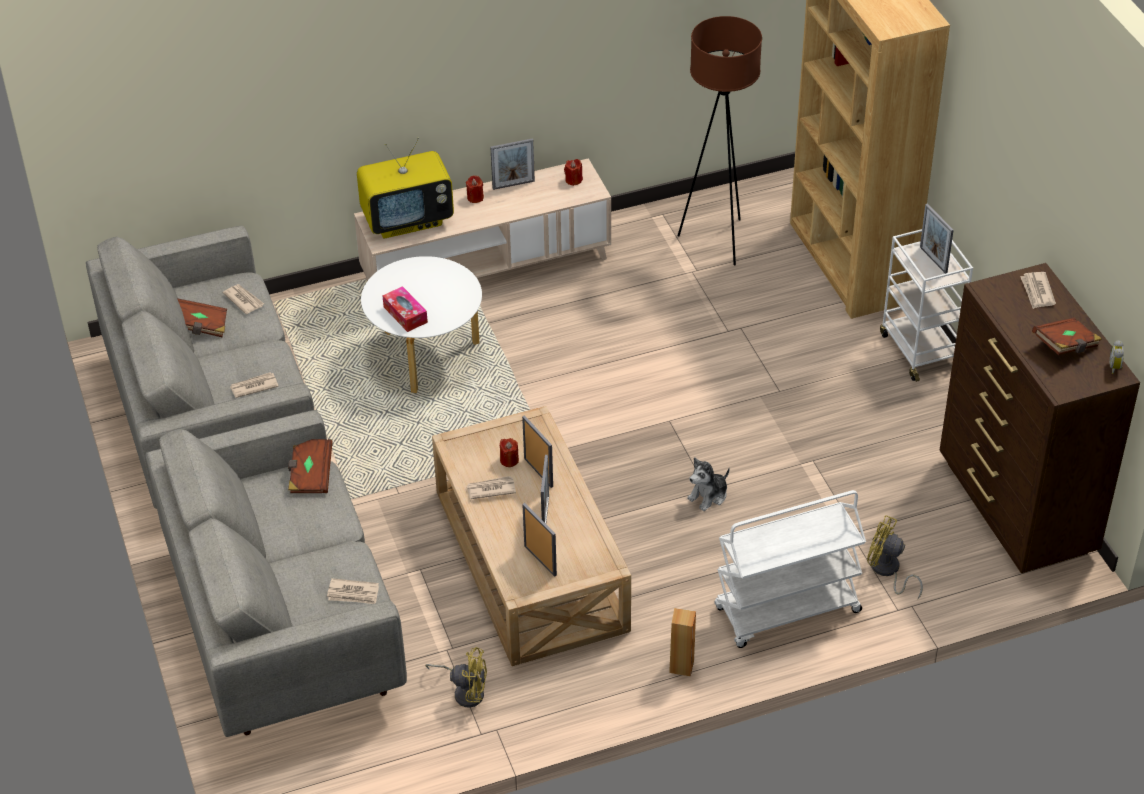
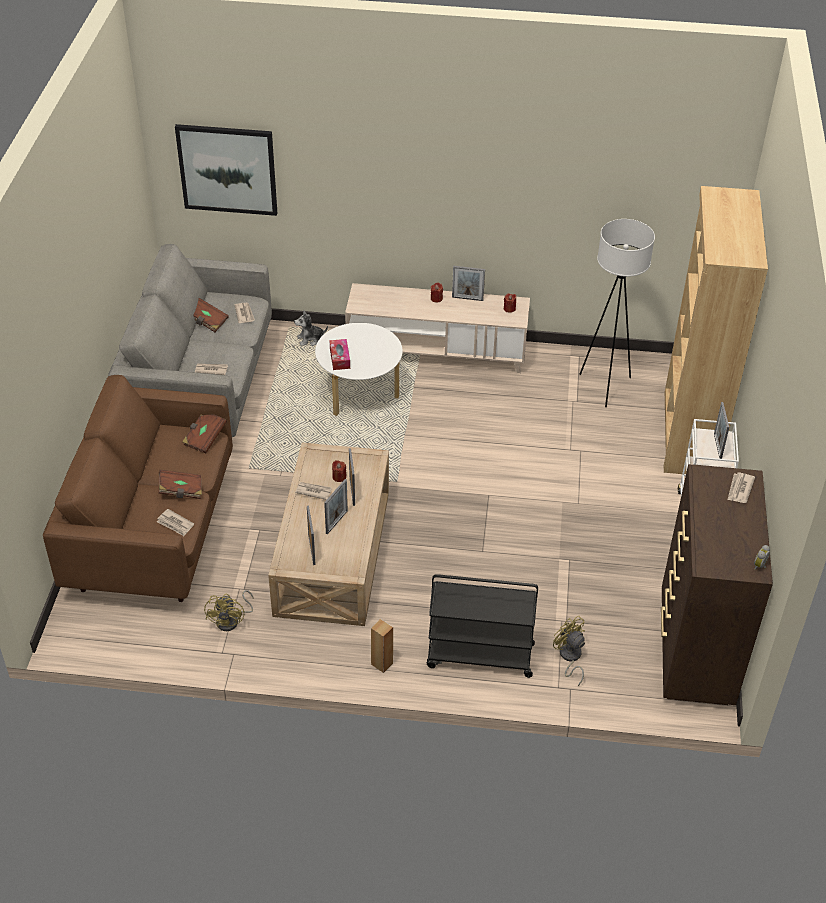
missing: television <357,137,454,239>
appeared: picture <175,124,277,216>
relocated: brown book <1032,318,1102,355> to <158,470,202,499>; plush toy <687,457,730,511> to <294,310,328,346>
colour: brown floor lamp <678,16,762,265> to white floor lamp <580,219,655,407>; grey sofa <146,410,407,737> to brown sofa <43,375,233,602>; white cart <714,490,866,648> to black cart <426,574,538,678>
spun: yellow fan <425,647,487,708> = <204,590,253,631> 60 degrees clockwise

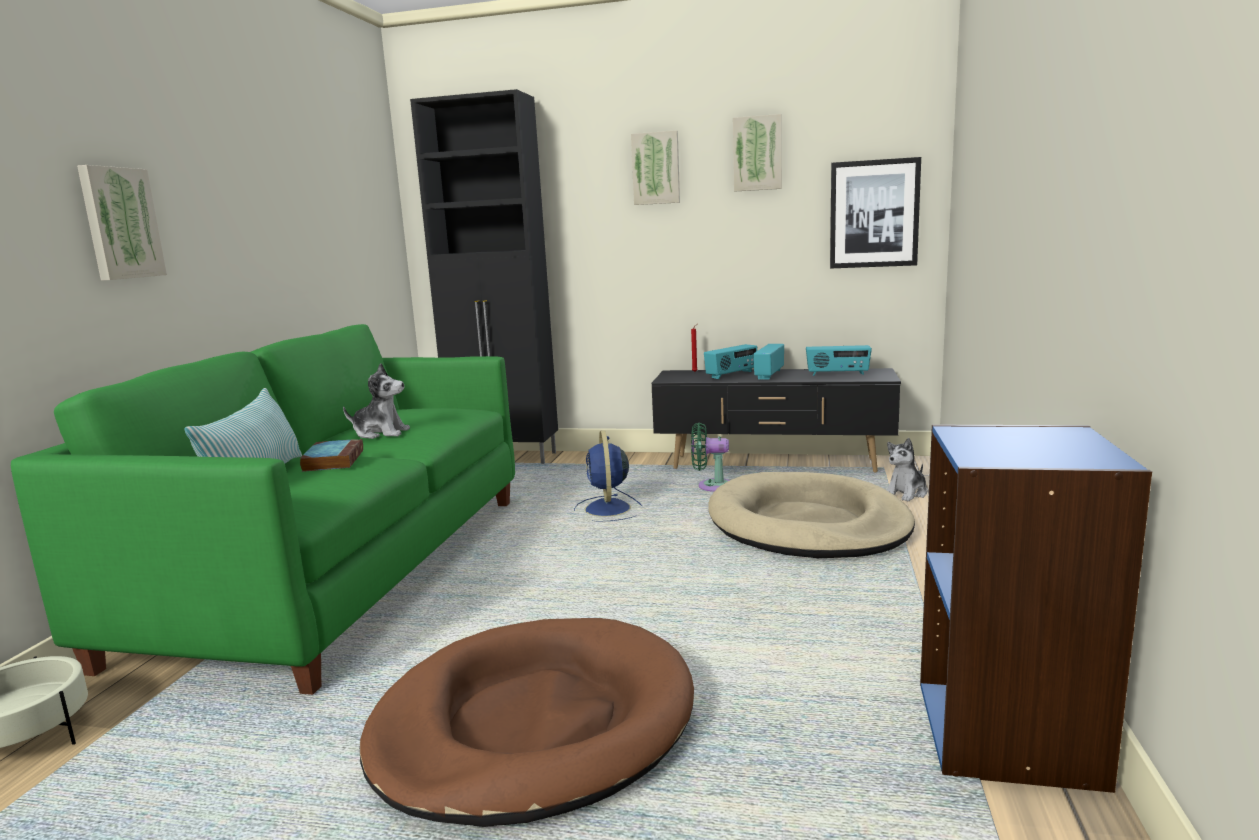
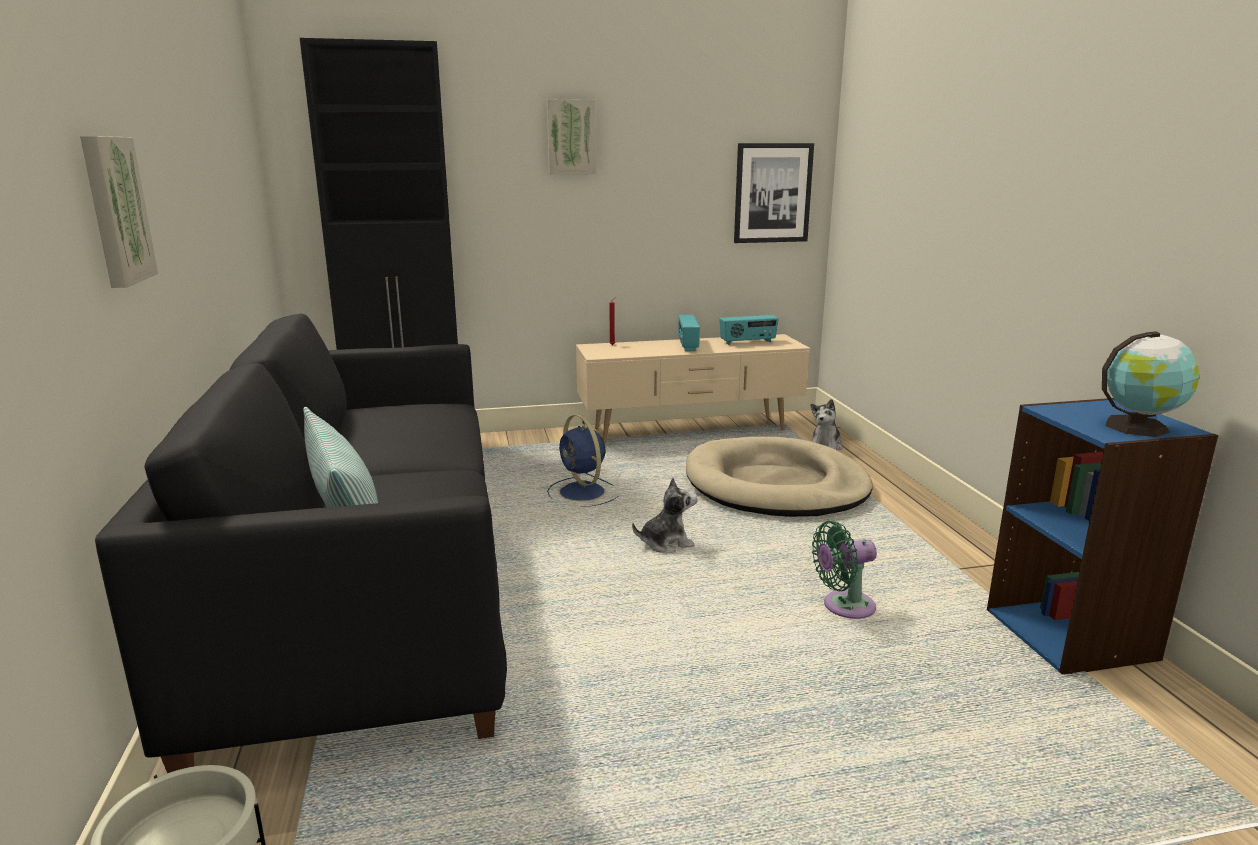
missing: picture <733,114,782,192>; radio <704,344,757,379>; book <299,439,363,472>; brown dog bed <360,618,694,827>
appeared: globe <1102,331,1199,437>
relocated: plush toy <343,363,410,439> to <632,477,698,553>; green fan <691,423,730,492> to <812,521,877,619>
colour: green sofa <11,324,515,695> to black sofa <95,314,507,773>; black tv stand <652,368,901,472> to beige tv stand <576,334,810,443>

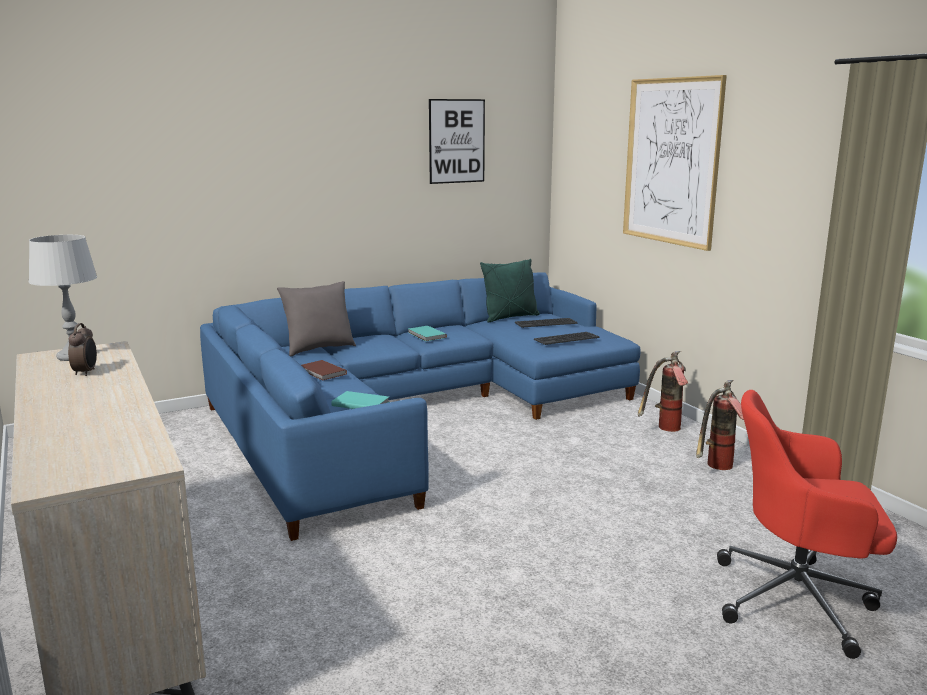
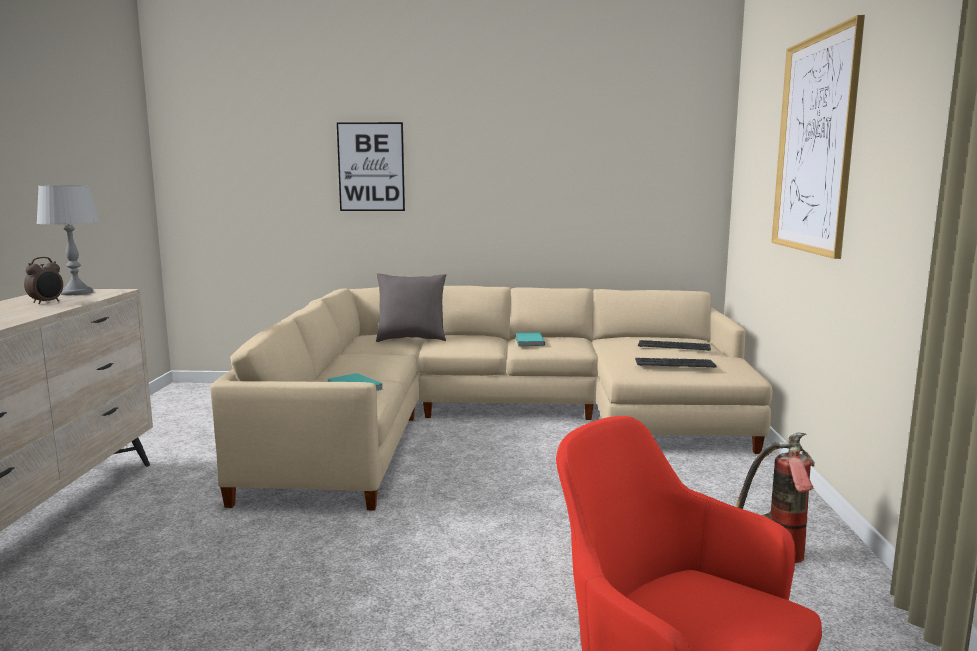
missing: green pillow <480,259,540,323>; fire extinguisher <638,351,688,432>; brown book <301,360,347,381>
relocated: picture <429,99,485,184> to <337,122,405,211>
colour: blue sofa <200,272,641,541> to beige sofa <210,286,773,510>

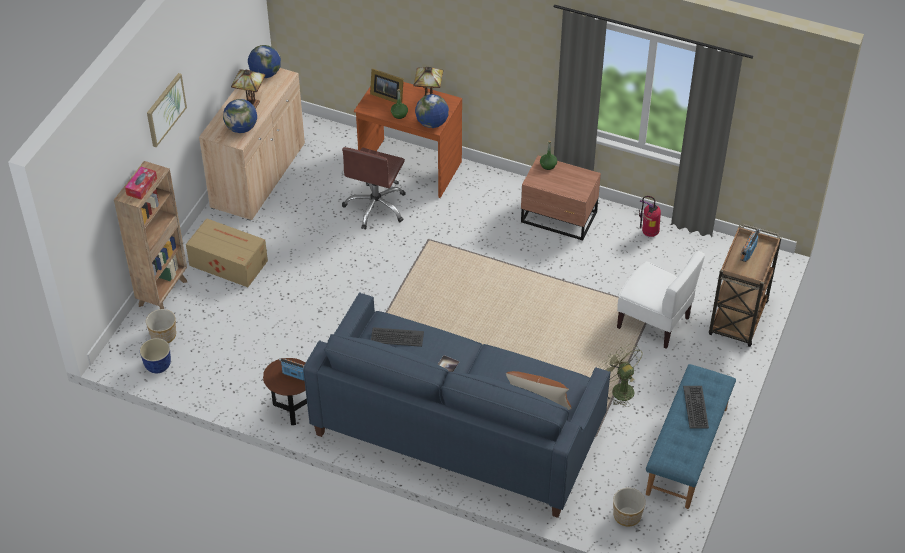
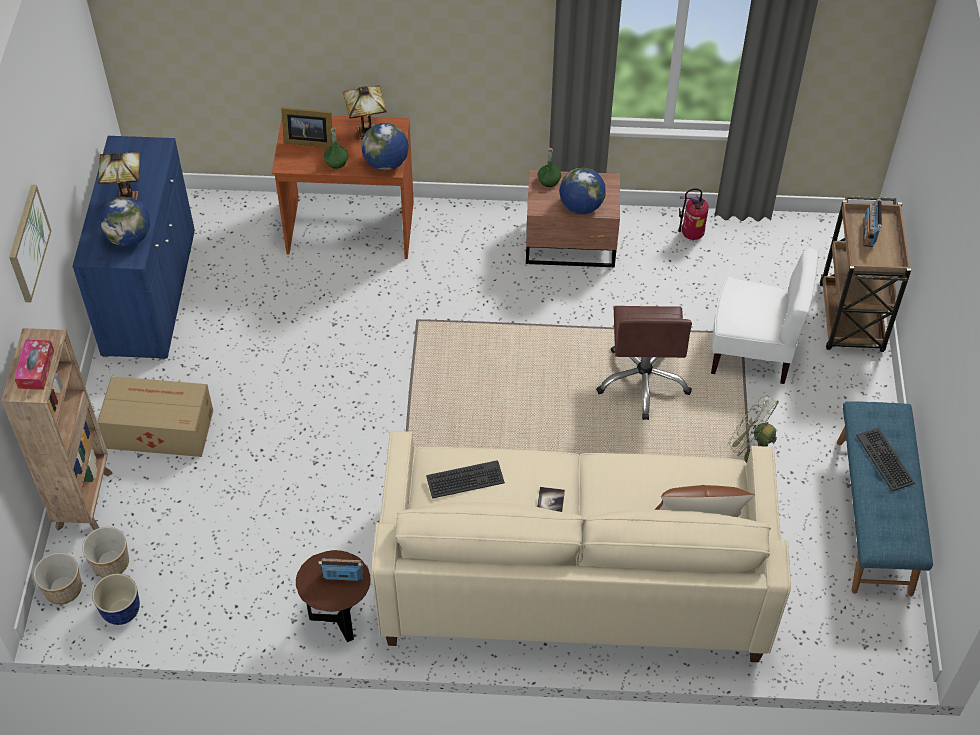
relocated: globe <248,45,281,78> to <559,168,605,214>; brown office chair <342,147,406,230> to <596,306,692,420>; planter <613,488,646,527> to <34,553,82,604>
colour: beige cabinet <199,68,305,221> to blue cabinet <72,136,195,360>; blue sofa <303,292,610,518> to beige sofa <371,430,791,662>

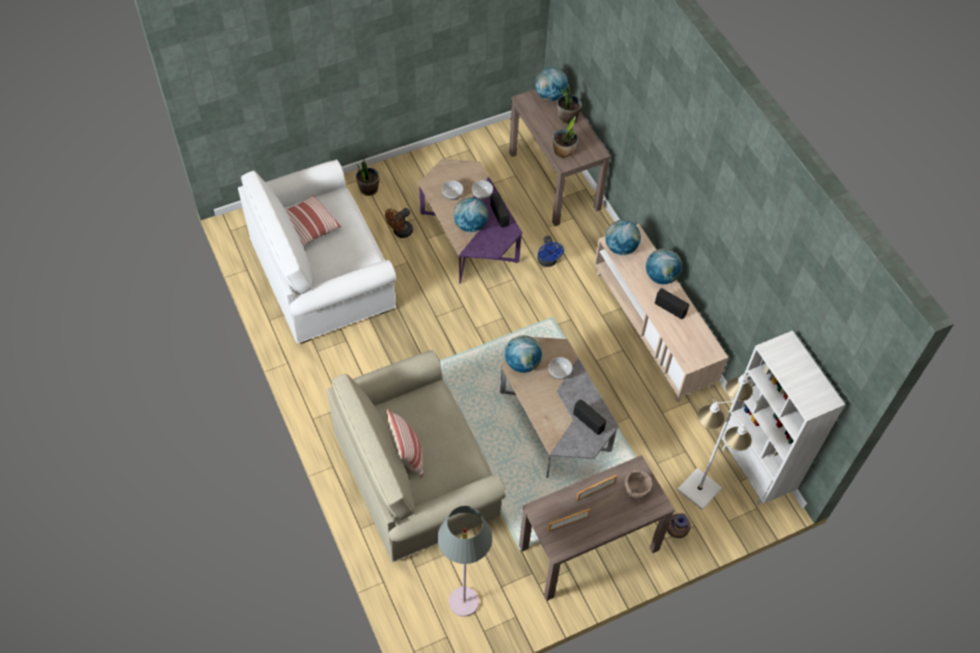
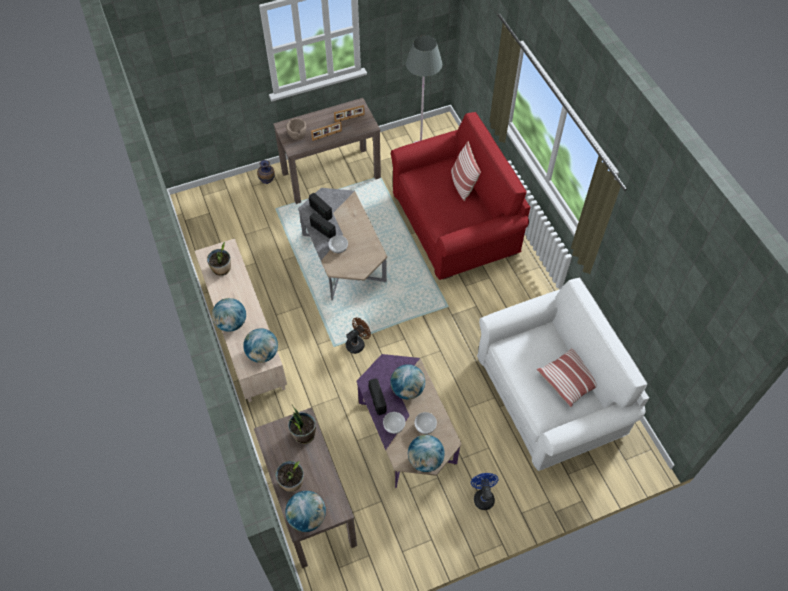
missing: white bookcase <721,330,845,505>; white floor lamp <677,373,753,510>
relocated: potted plant <356,155,379,196> to <207,242,231,276>; brown fan <385,208,413,238> to <346,317,371,354>; blue fan <537,236,564,267> to <471,473,498,510>; radio <655,288,689,319> to <310,213,336,239>; globe <505,335,542,373> to <408,435,445,472>
colour: beige sofa <326,350,506,562> to red sofa <391,112,530,280>

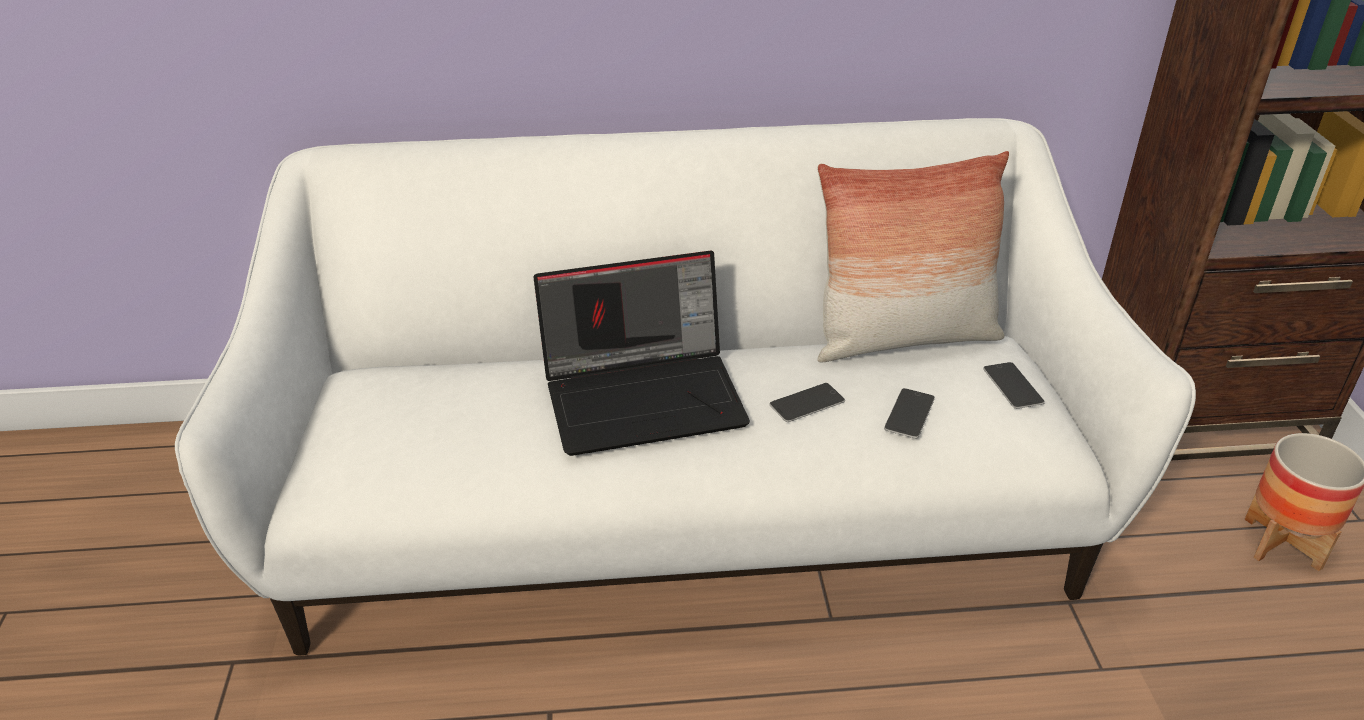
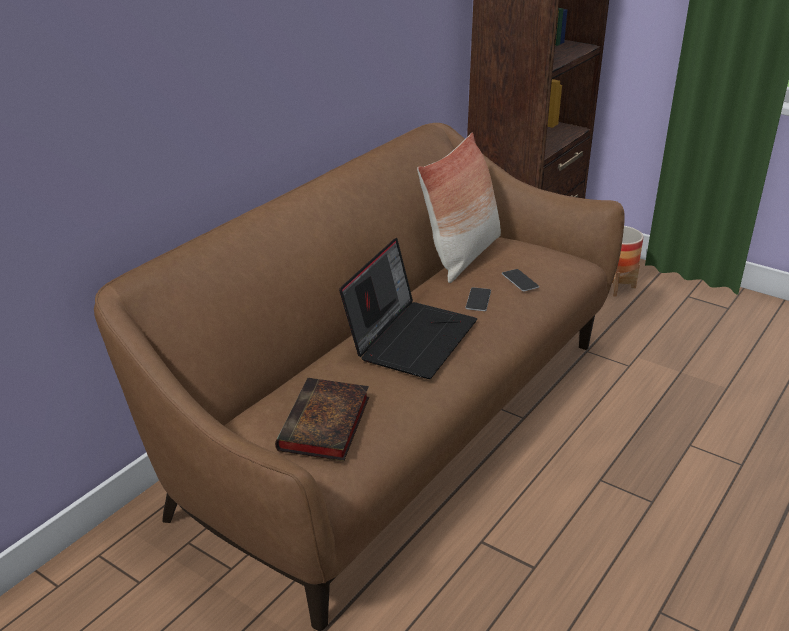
missing: phone <983,362,1045,409>
appeared: book <275,378,369,461>
colour: white sofa <175,118,1196,655> to brown sofa <94,123,625,631>

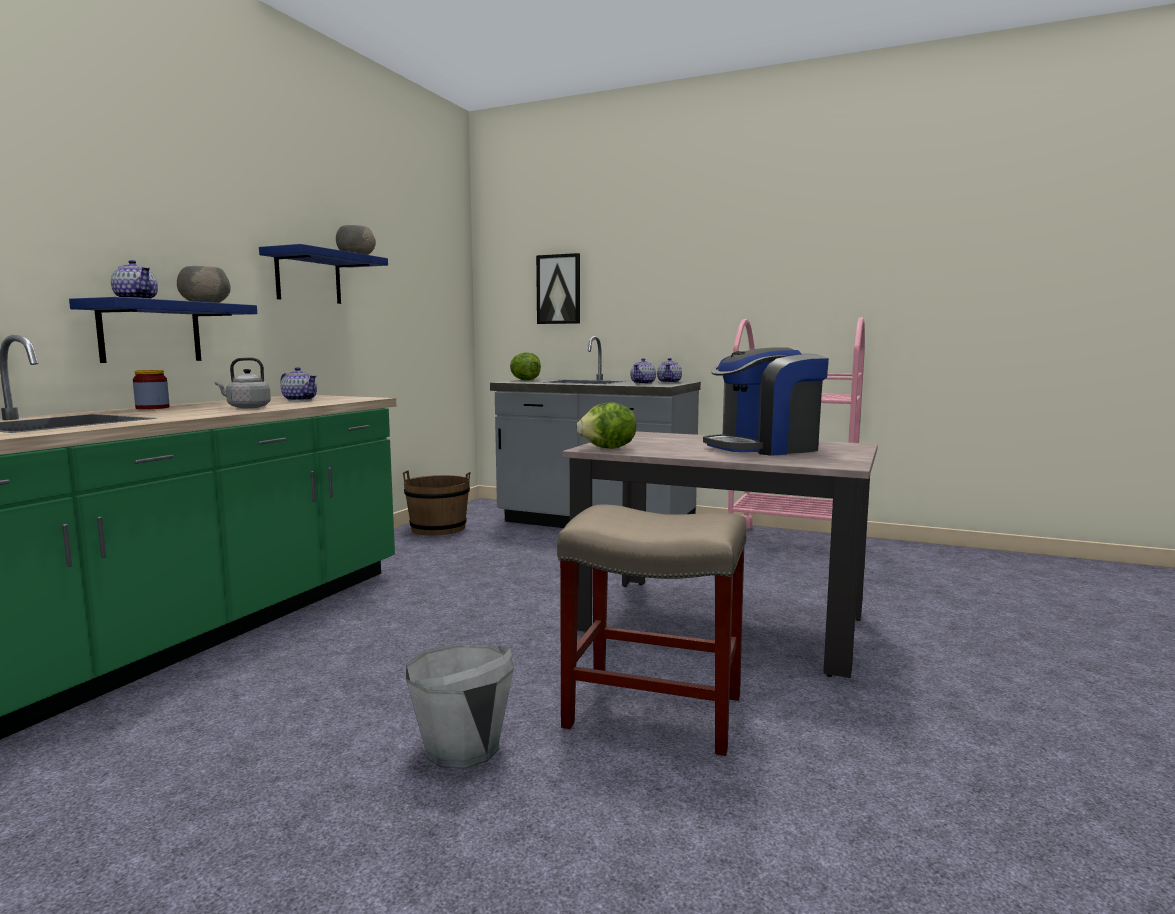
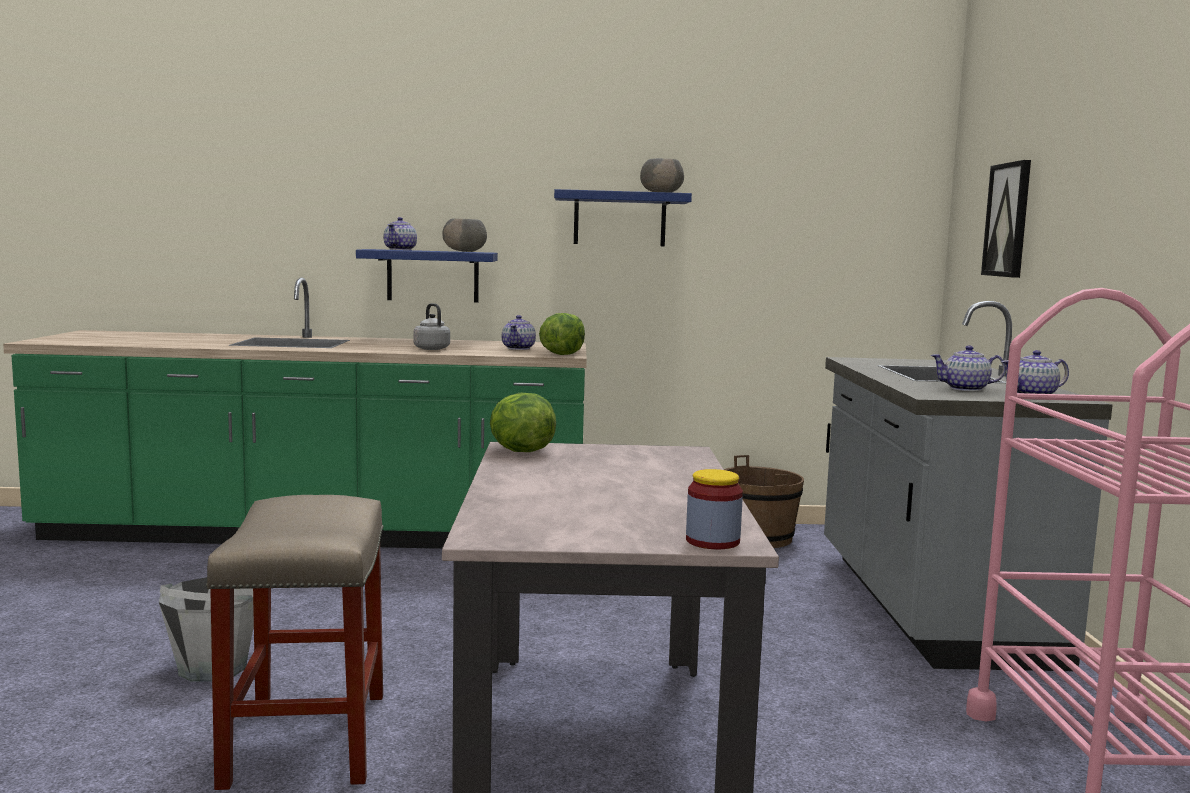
missing: coffee machine <703,347,829,456>
relocated: lettuce <510,352,541,381> to <539,313,585,355>; jar <133,370,170,409> to <686,469,743,549>

